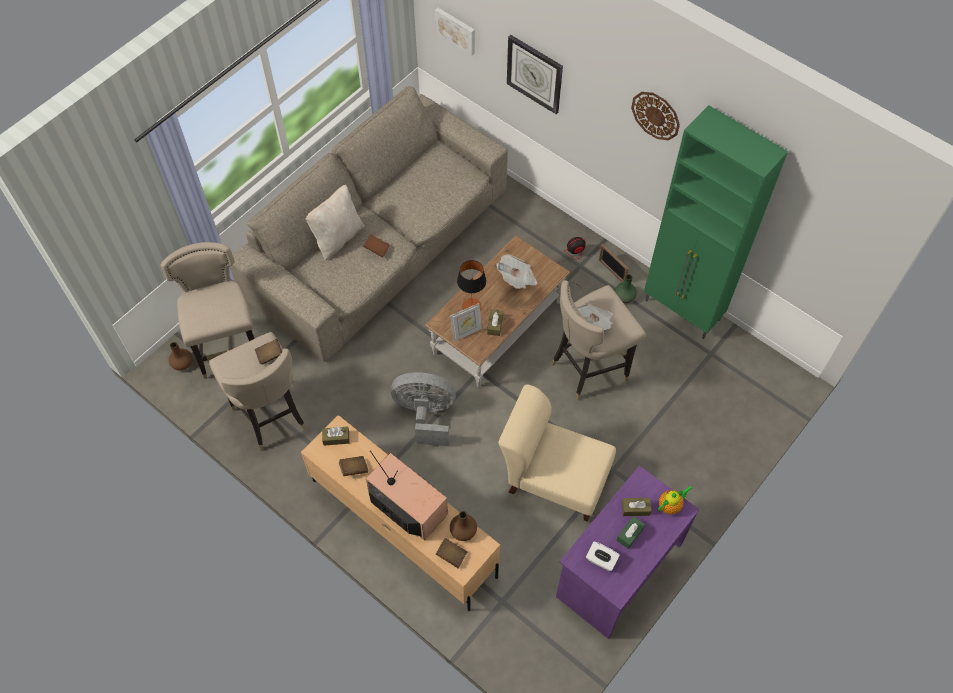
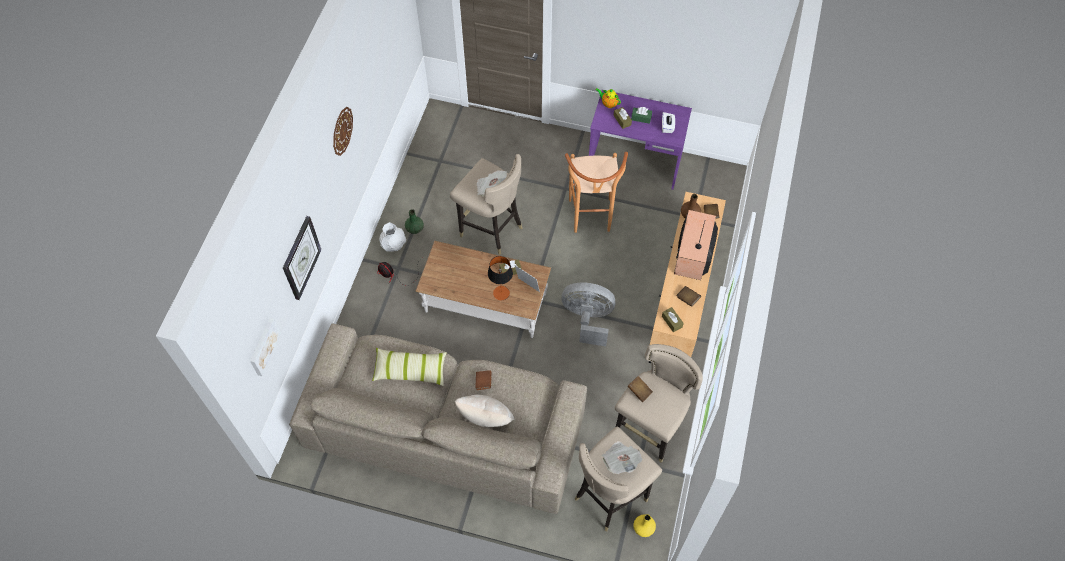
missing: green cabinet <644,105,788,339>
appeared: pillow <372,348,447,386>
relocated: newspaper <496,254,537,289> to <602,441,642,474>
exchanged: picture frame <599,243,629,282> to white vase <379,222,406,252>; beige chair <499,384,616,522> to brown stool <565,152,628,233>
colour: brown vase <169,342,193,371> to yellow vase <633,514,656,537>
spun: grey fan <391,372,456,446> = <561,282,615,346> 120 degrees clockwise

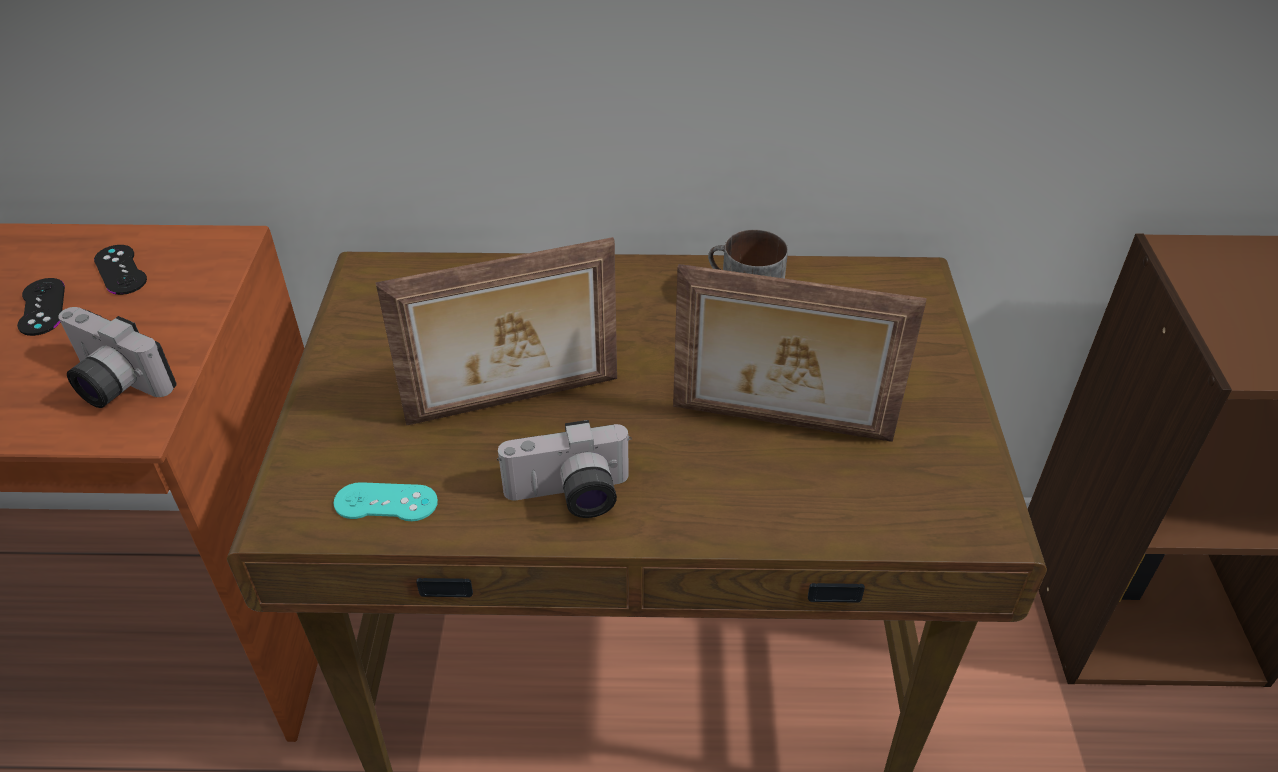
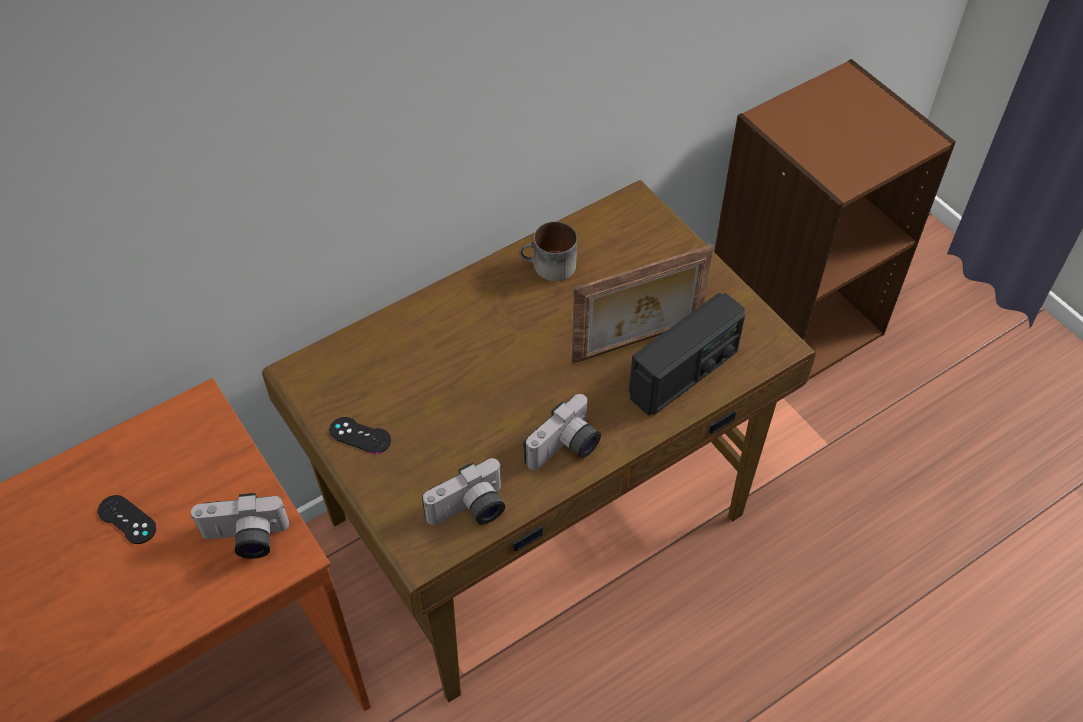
missing: picture frame <375,237,617,426>
appeared: radio <629,293,745,416>
relocated: black game controller <94,245,147,295> to <330,417,391,453>
exchanged: turquoise game controller <334,482,438,521> to photo camera <422,458,505,525>

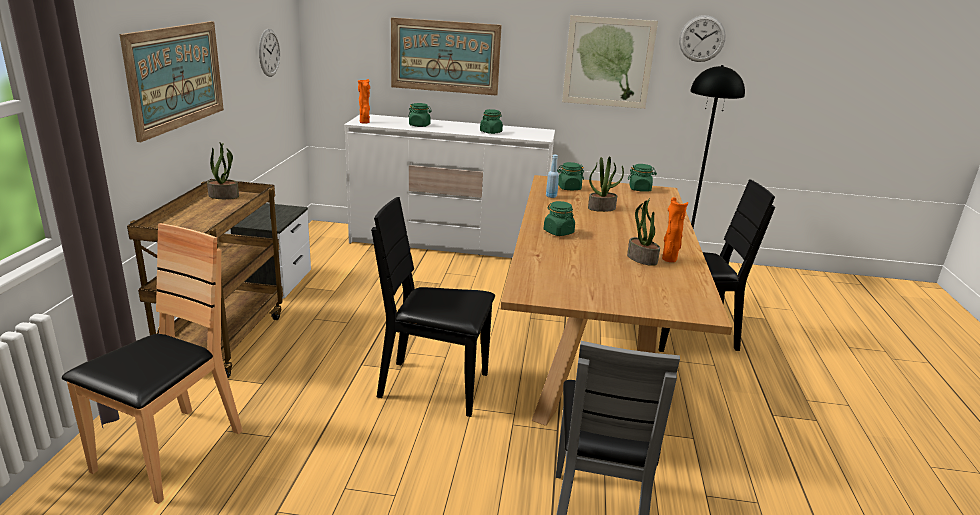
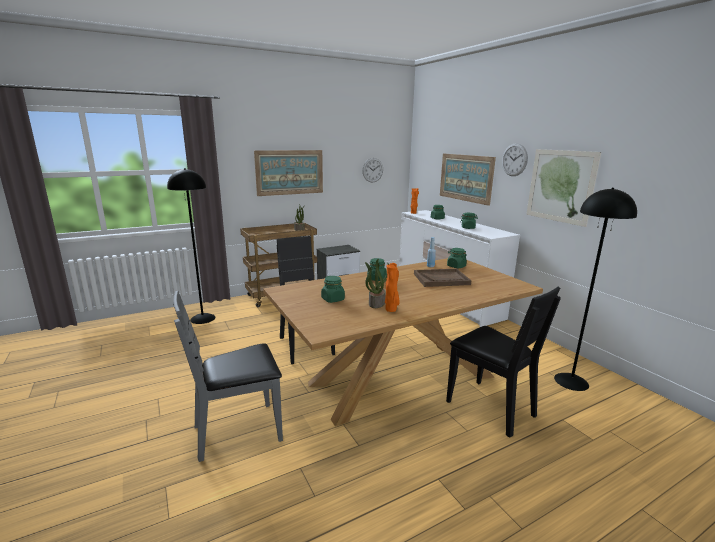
relocated: wall clock <679,15,726,62> to <502,143,528,176>; green jar <628,164,657,192> to <321,276,345,303>
exchanged: potted plant <588,156,624,212> to brown tray <414,269,471,287>; brown chair <62,223,243,504> to black floor lamp <167,168,216,324>

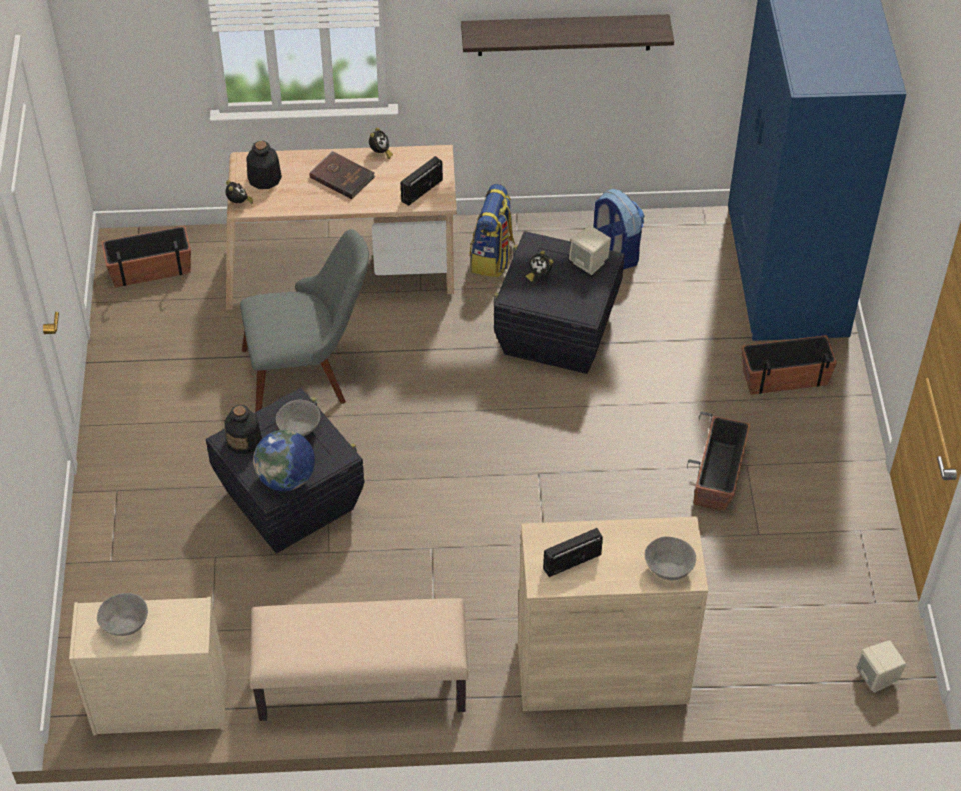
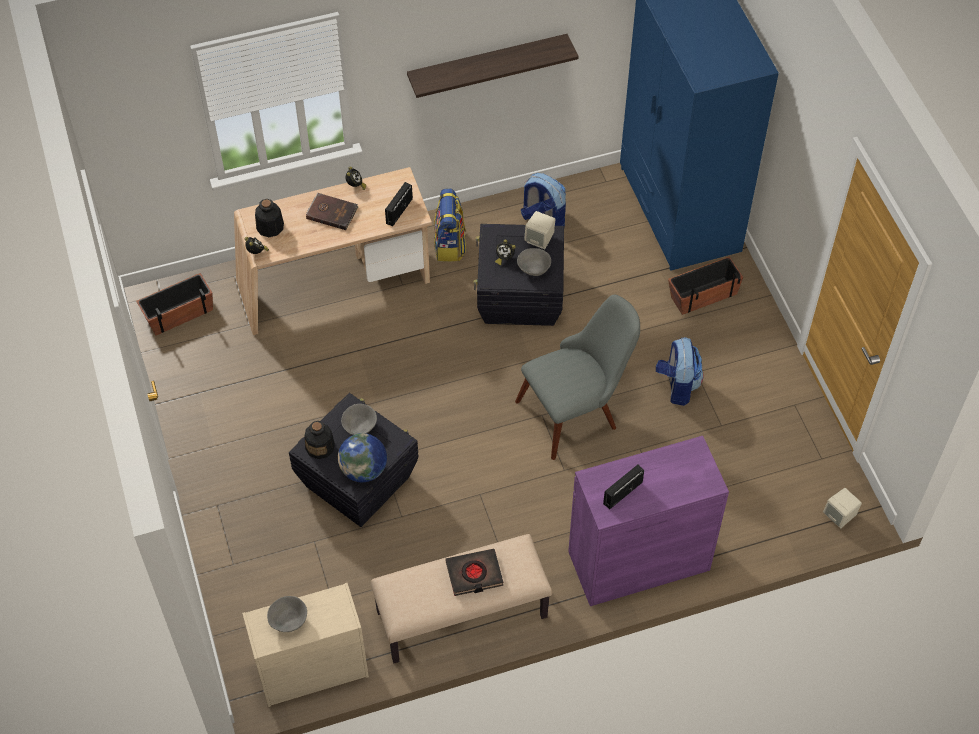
appeared: black book <446,548,503,596>
relocated: grey chair <240,229,369,412> to <515,295,640,460>; grey bowl <645,536,696,581> to <517,248,551,276>
exchanged: planter <687,412,750,511> to backpack <656,337,704,406>
colour: beige cabinet <518,516,708,712> to purple cabinet <568,436,729,606>

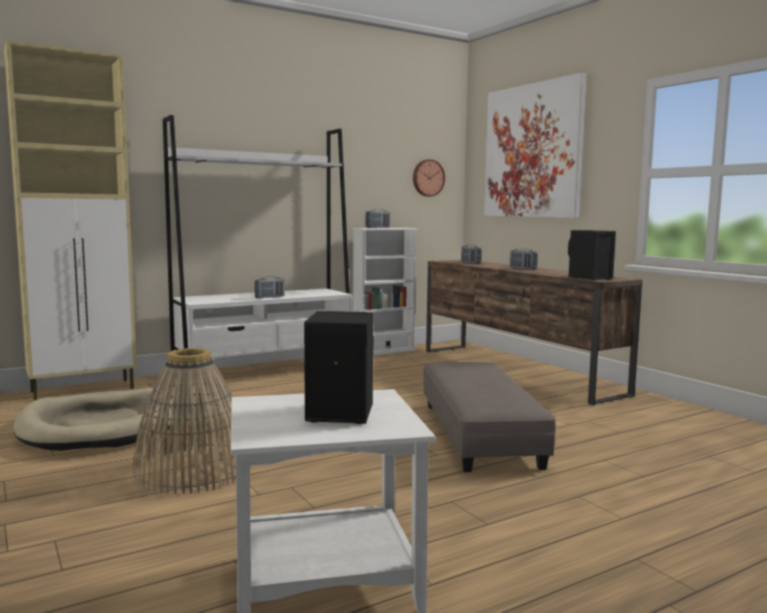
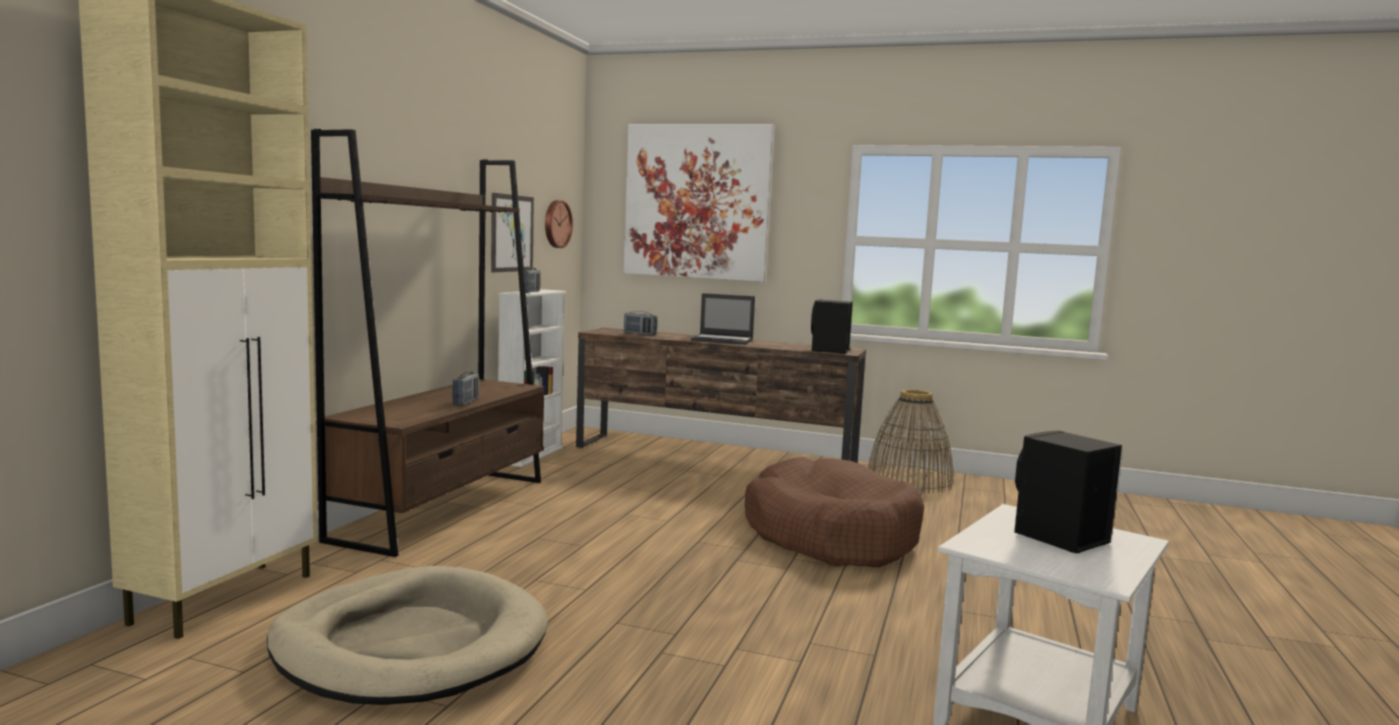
appeared: picture <491,193,534,272>
relocated: basket <132,348,251,494> to <868,390,954,494>
exchanged: radio <510,248,538,270> to laptop <691,293,755,345>; grey ottoman <423,362,556,472> to brown dog bed <745,457,924,567>
colour: white bookcase <163,115,352,379> to brown bookcase <311,129,544,557>

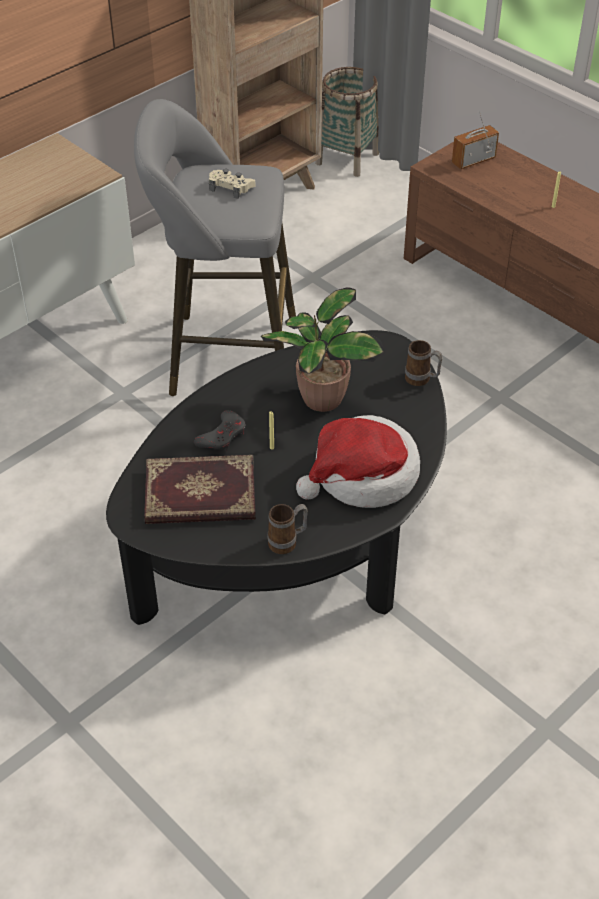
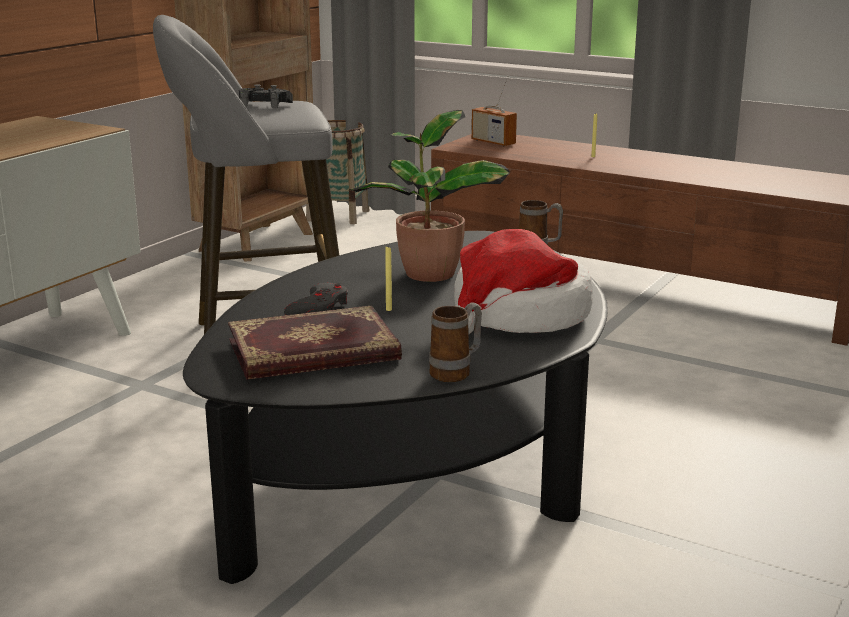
colour: beige game controller <209,169,255,199> to black game controller <239,84,293,108>
spun: radio <452,111,499,169> = <471,75,517,146> 90 degrees counterclockwise

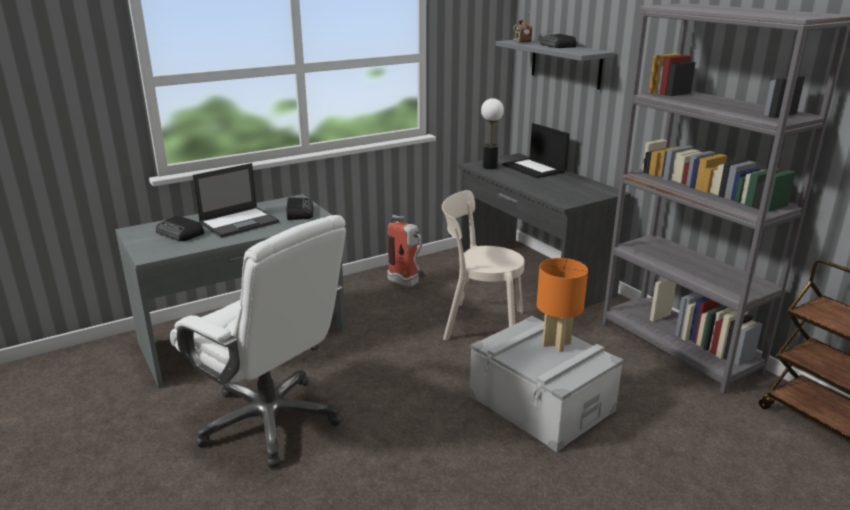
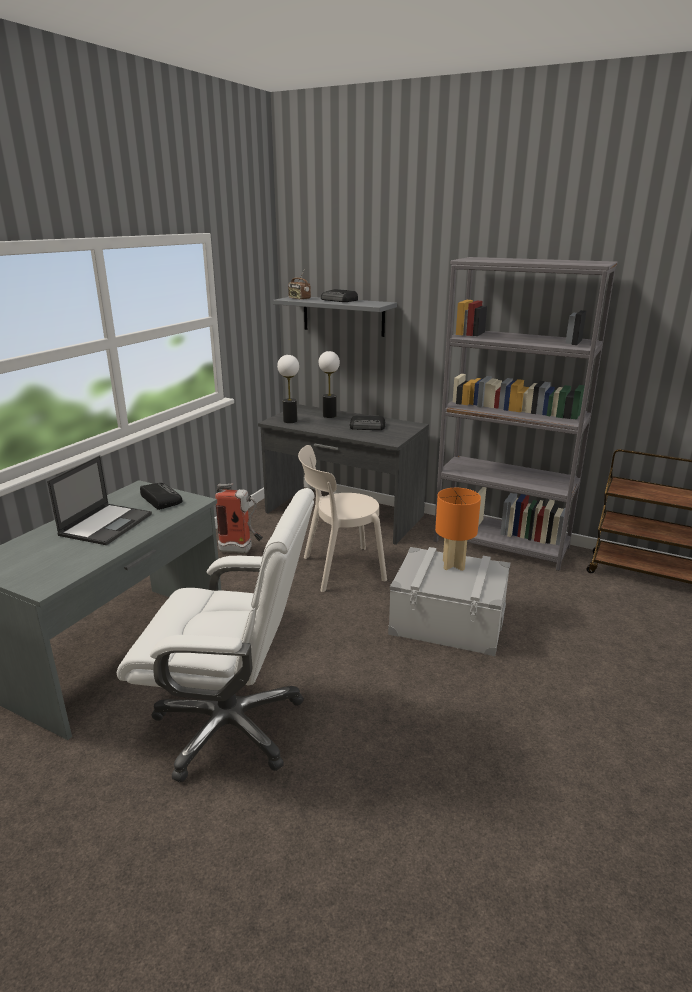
relocated: radio <156,215,204,241> to <350,415,385,430>
exchanged: laptop <502,123,570,178> to table lamp <319,351,340,418>

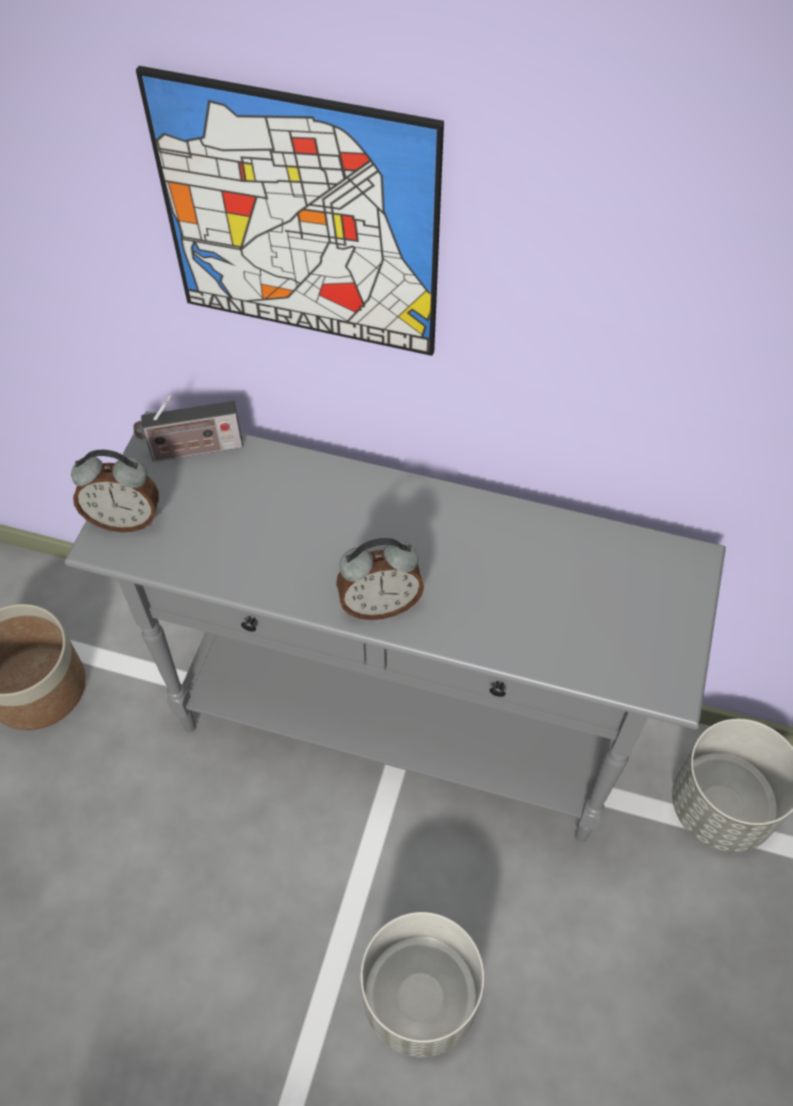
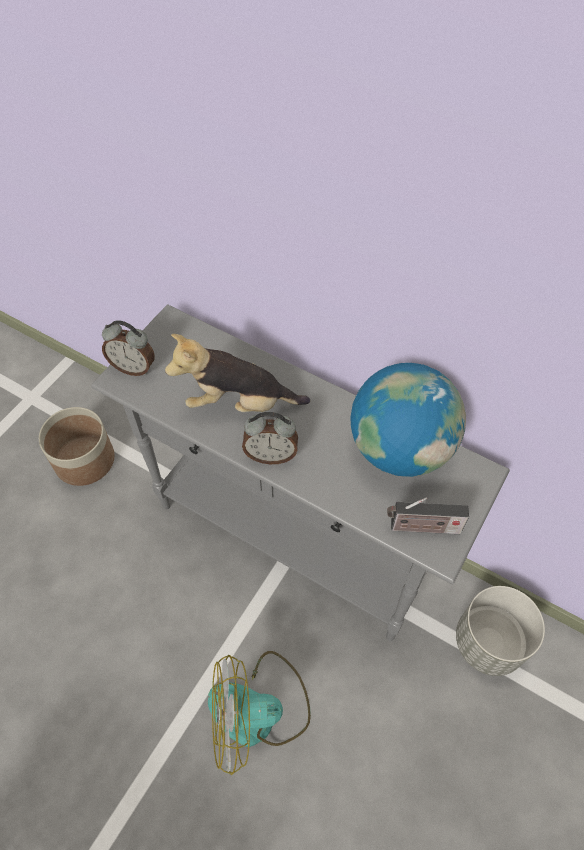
missing: picture <136,66,444,356>
appeared: plush toy <165,334,310,412>; globe <350,363,466,477>
relocated: radio <133,395,243,462> to <387,497,469,534>
exchanged: grey planter <360,912,484,1057> to fan <208,651,311,775>

